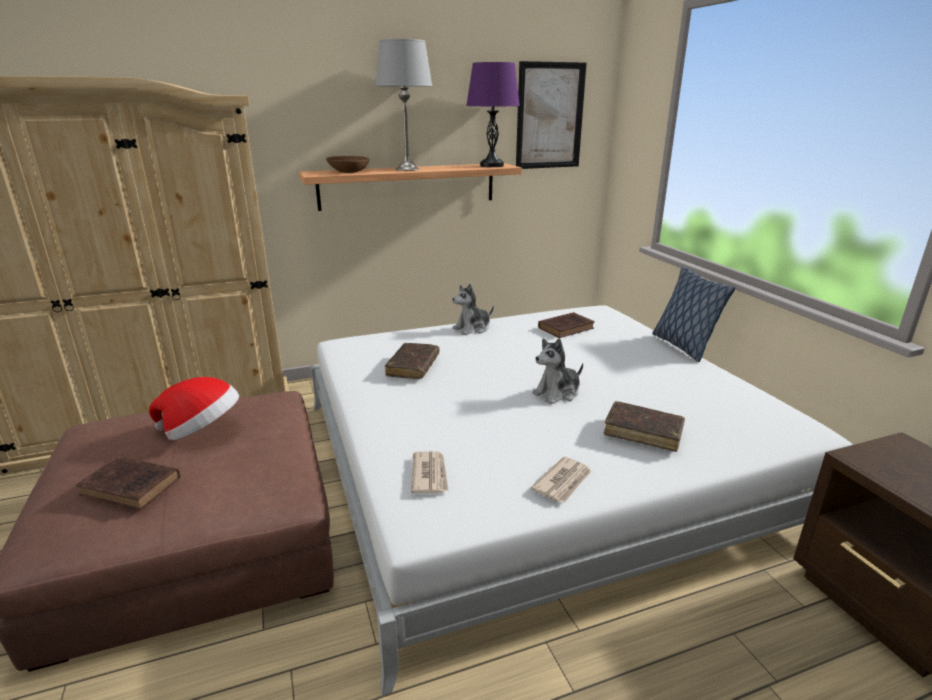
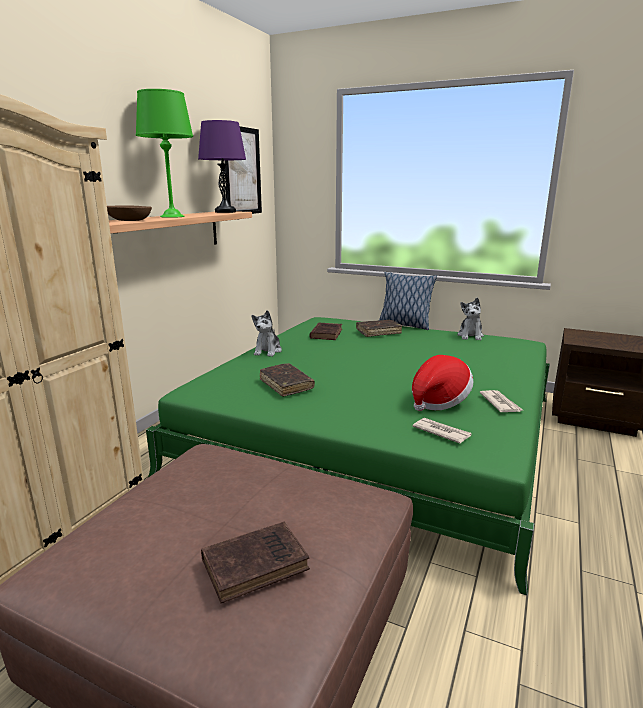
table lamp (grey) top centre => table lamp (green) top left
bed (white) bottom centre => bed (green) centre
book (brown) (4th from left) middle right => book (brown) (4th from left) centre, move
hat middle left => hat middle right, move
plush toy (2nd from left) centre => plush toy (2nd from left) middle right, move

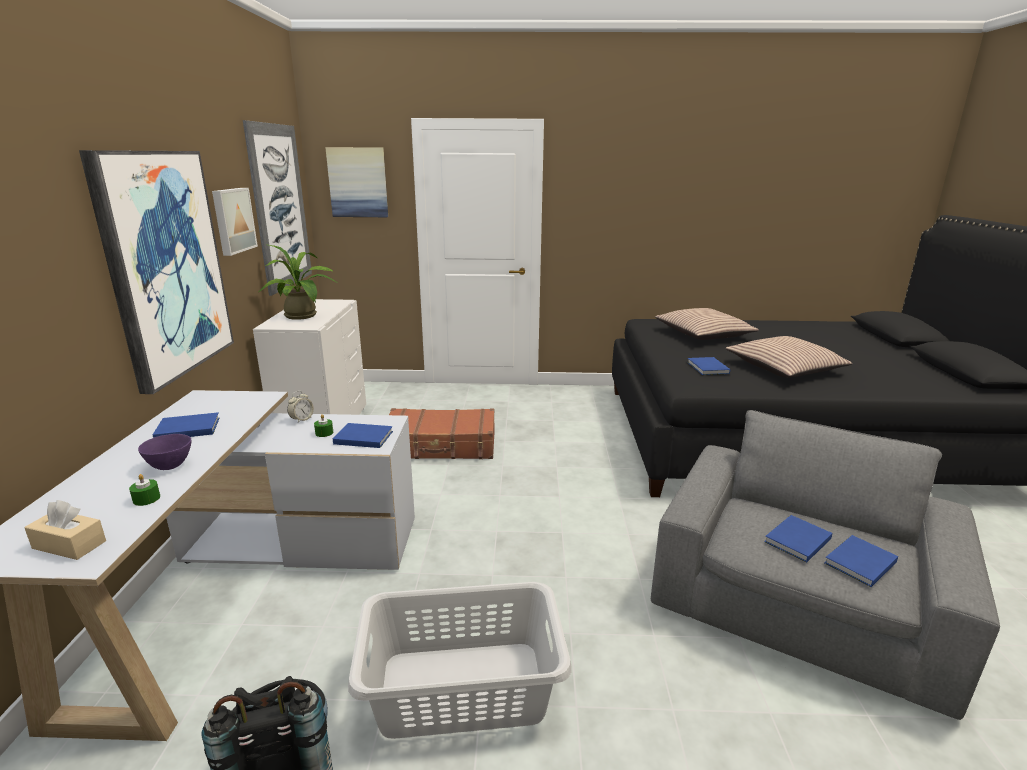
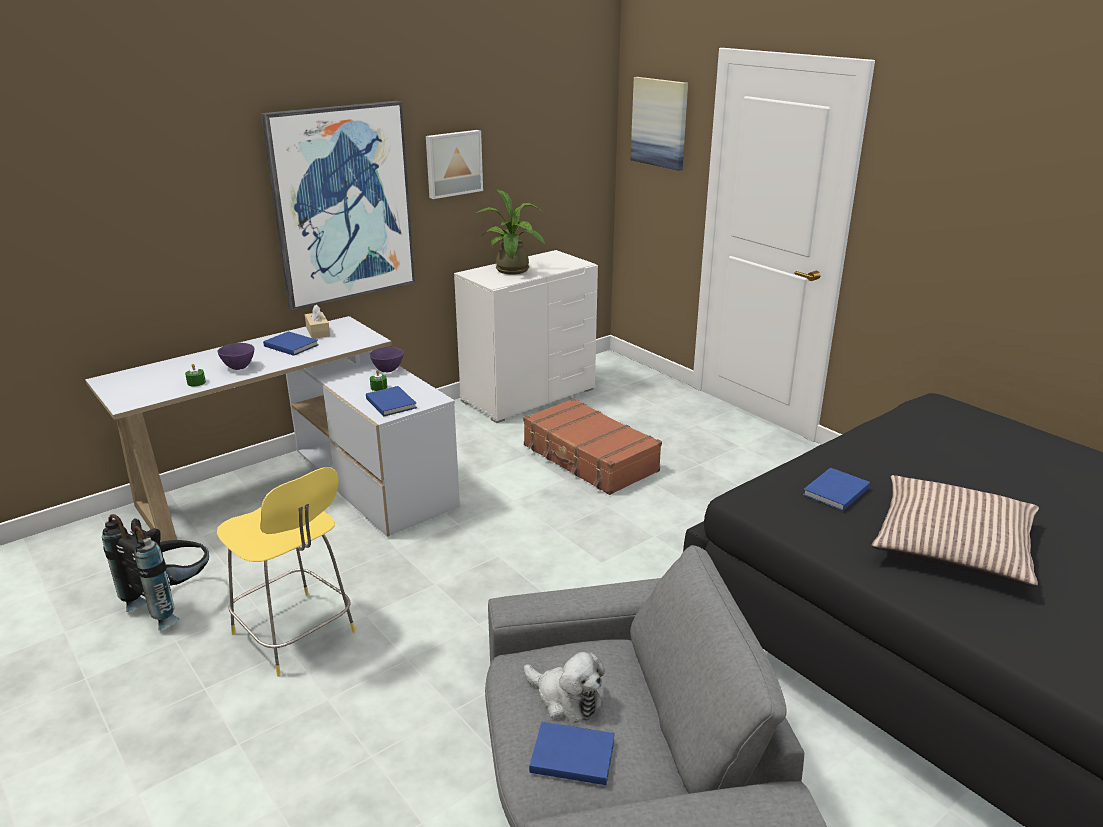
laundry basket (grey) bottom centre => stool (yellow) bottom left
tissue box (beige) bottom left => tissue box (beige) middle left, move
alarm clock middle left => bowl (purple) (2nd from left) centre
book (blue) (4th from left) bottom right => plush toy bottom centre
picture (3rd from left) top left => nothing
pillow (1st from left) middle right => nothing

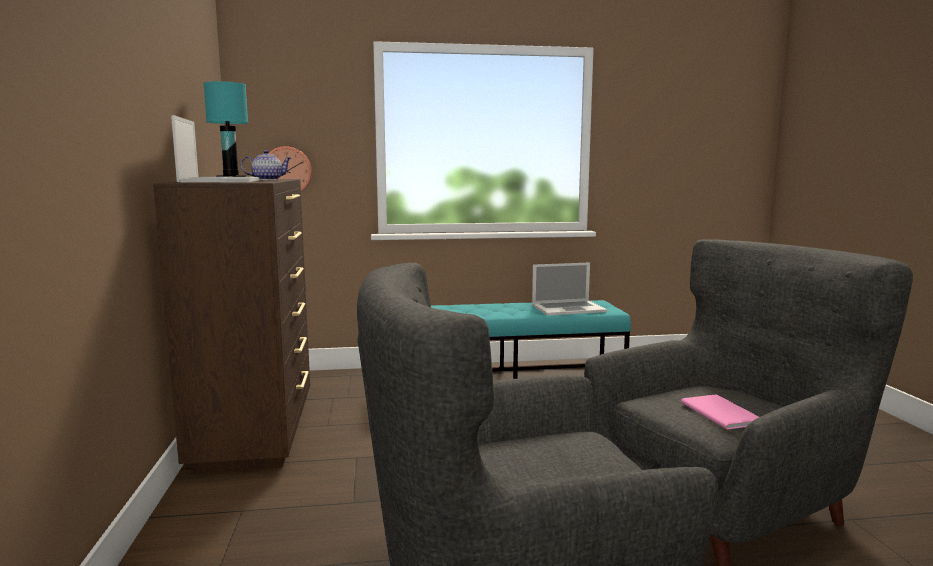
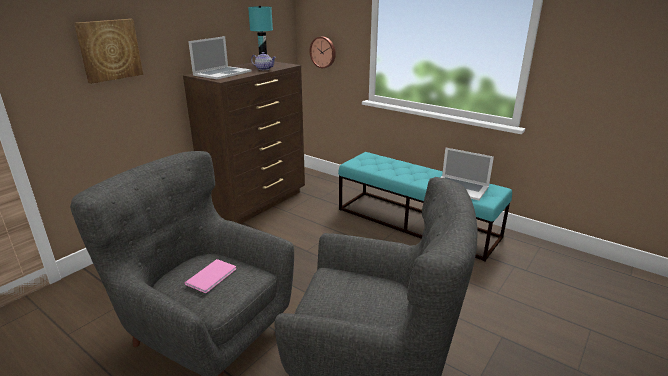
nothing => picture top left
book (pink) bottom right => book (pink) bottom left, move

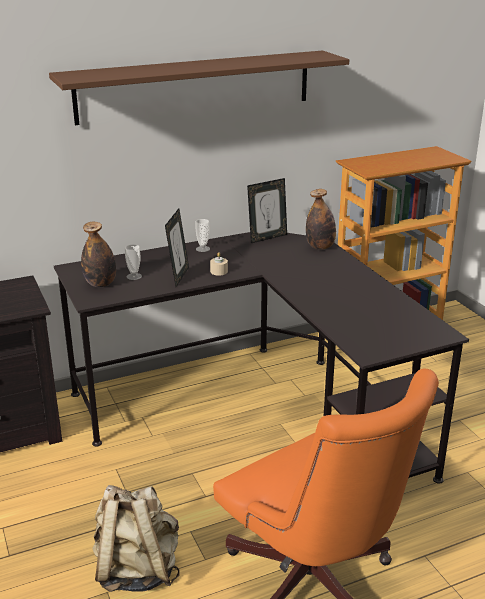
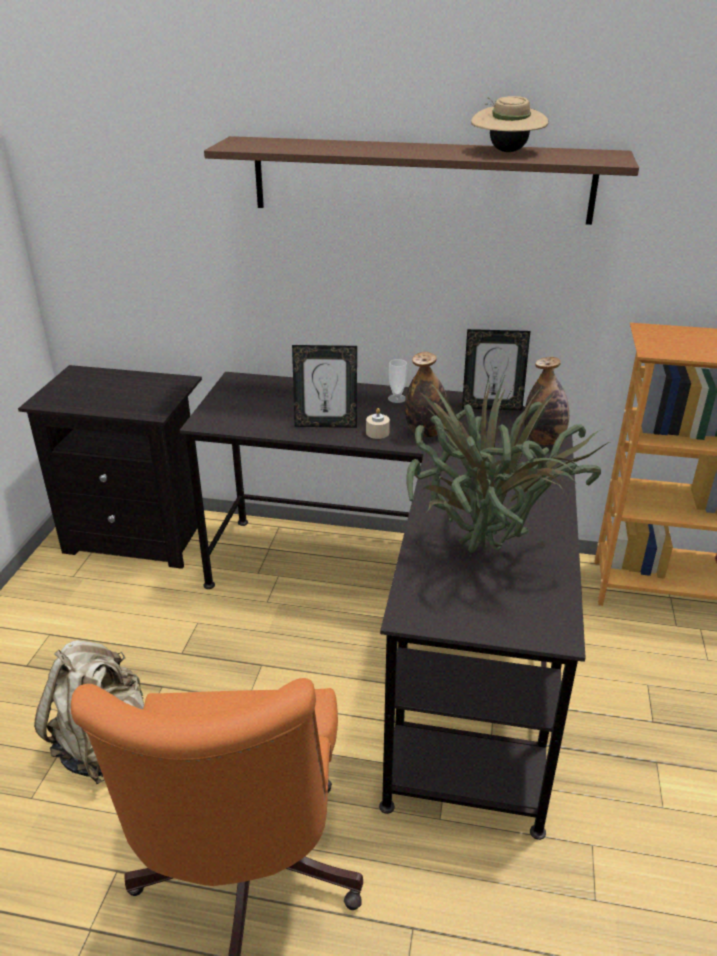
picture frame (1st from left) centre, 45 degrees clockwise
bottle (1st from left) middle left => bottle (1st from left) centre, move
nothing => potted plant middle right
nothing => hat (beige) top right
cup (1st from left) middle left => nothing

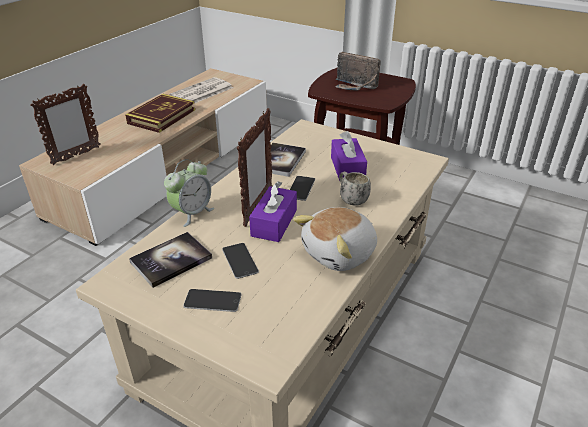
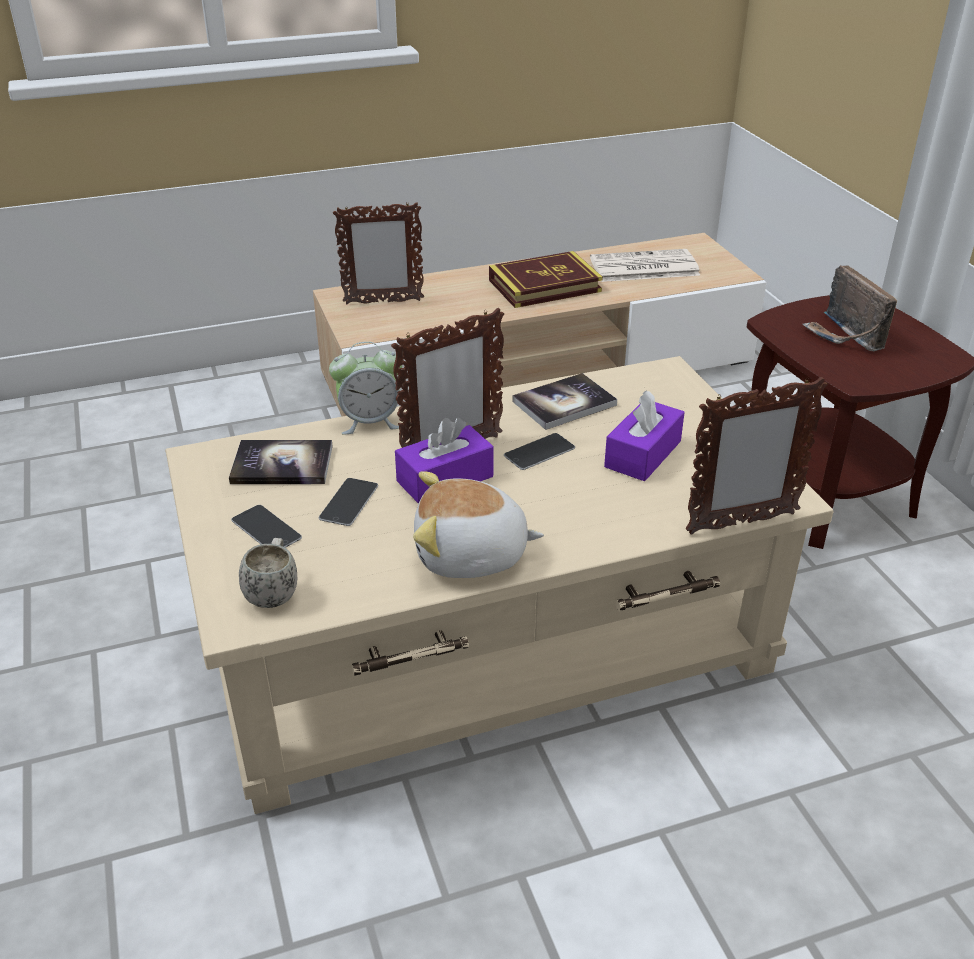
mug (white) centre => mug (white) middle left, move
nothing => picture frame (3rd from left) middle right

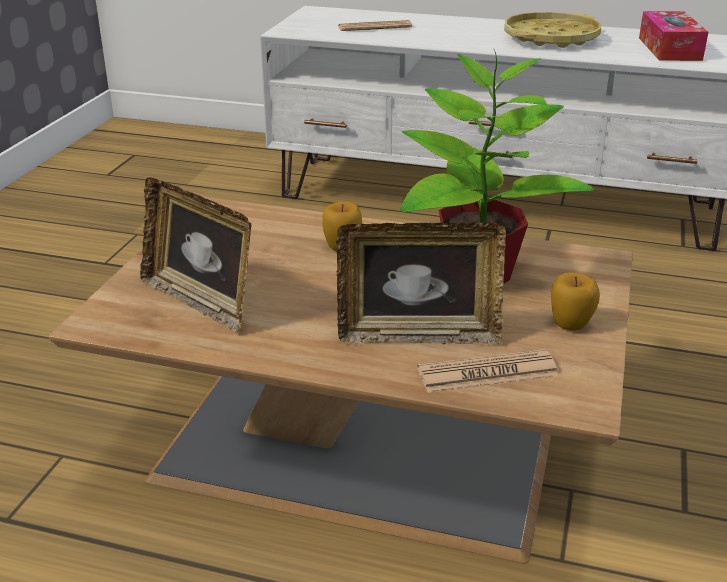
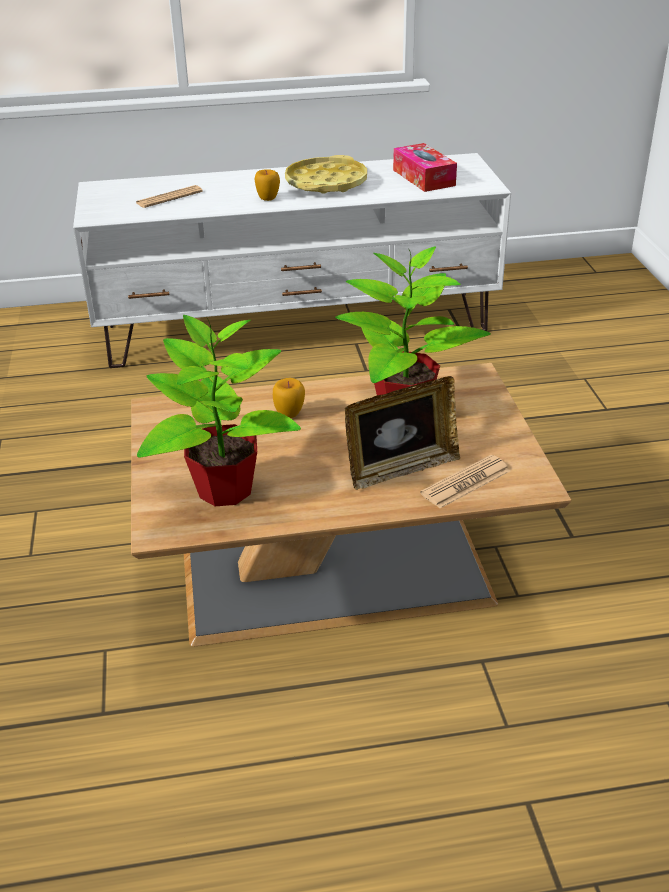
picture frame (1st from left) middle left => potted plant (1st from left) middle left
apple (2nd from left in the first image) middle right => apple (1st from left) top centre, move

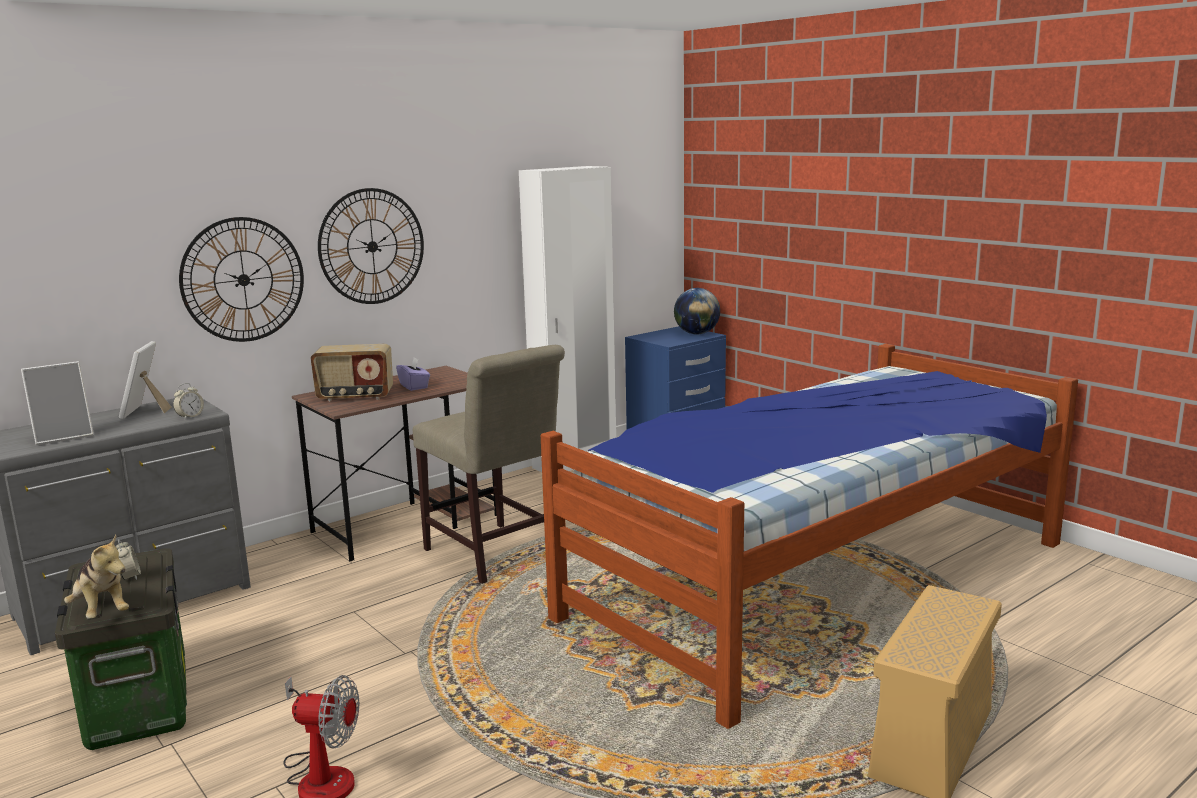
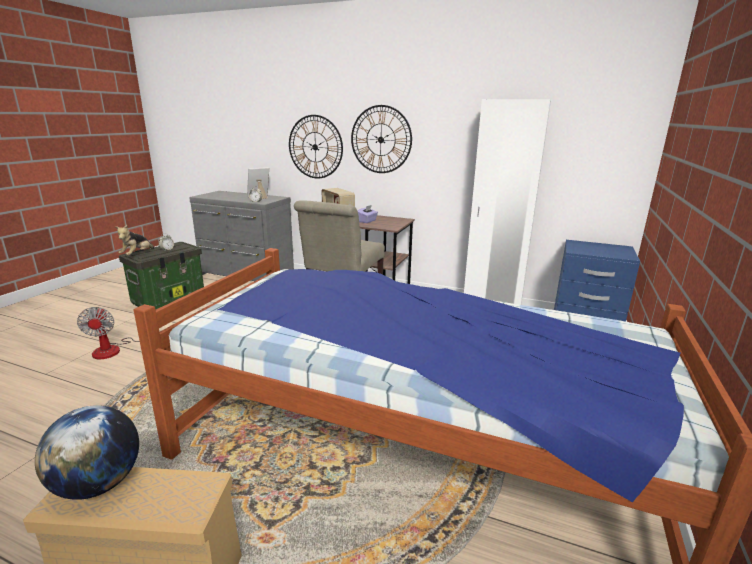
globe centre => globe bottom left, move
picture frame (1st from left) middle left => nothing

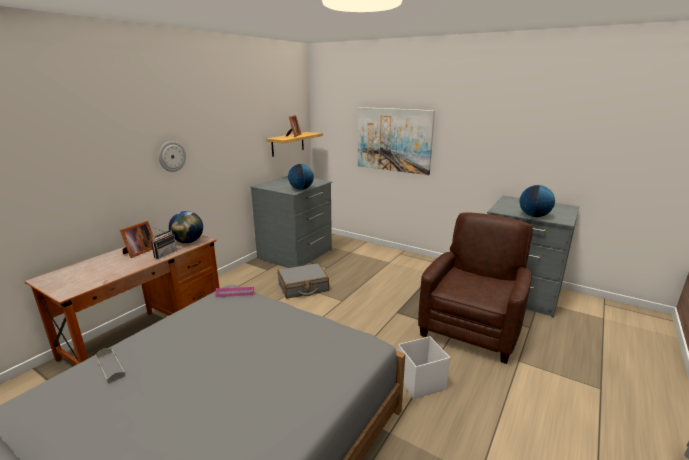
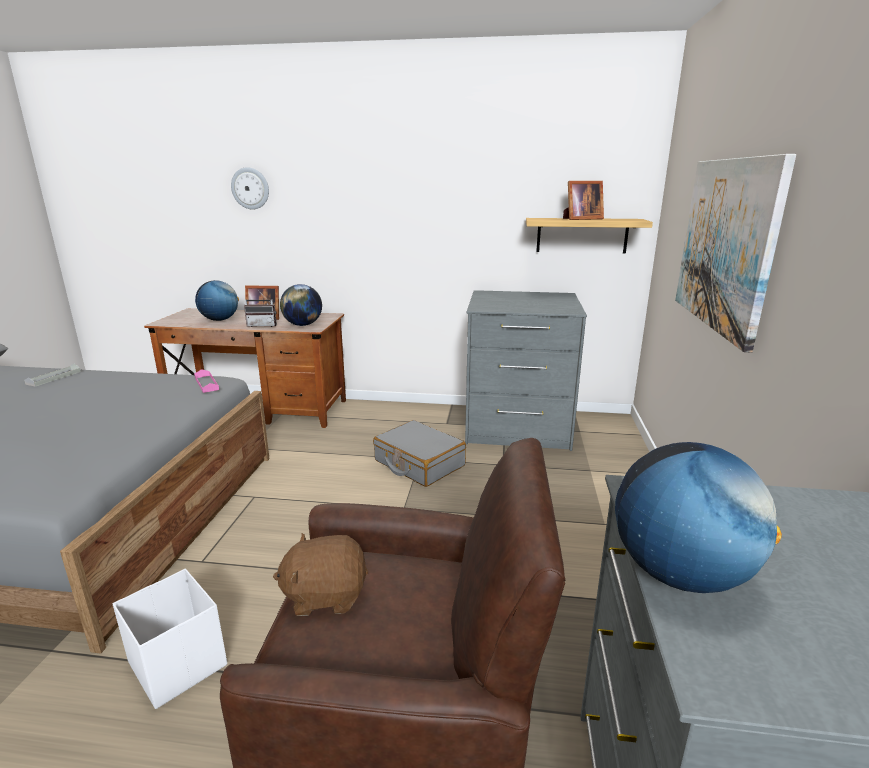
globe (2nd from left in the first image) centre => globe (1st from left) middle left, move
wall clock middle left => wall clock top left, move
nothing => plush toy (brown) bottom centre

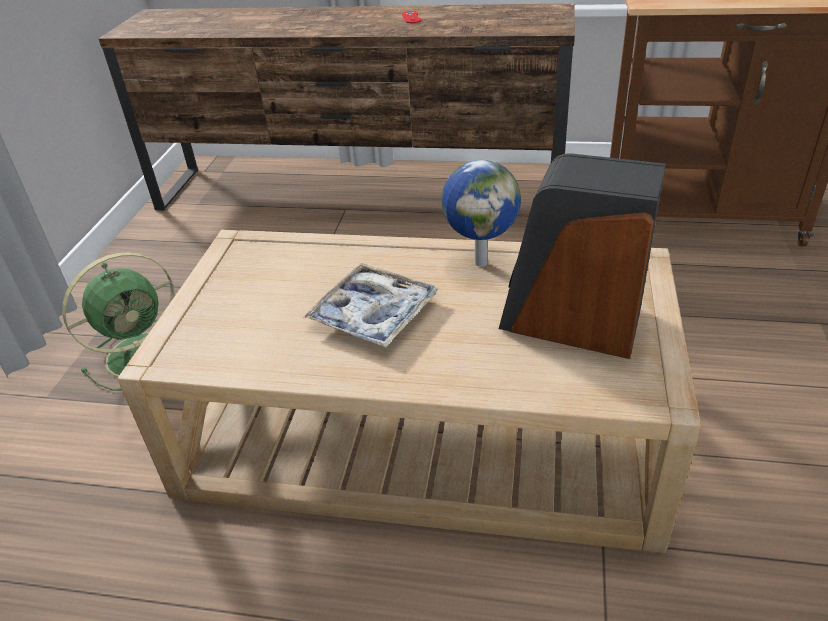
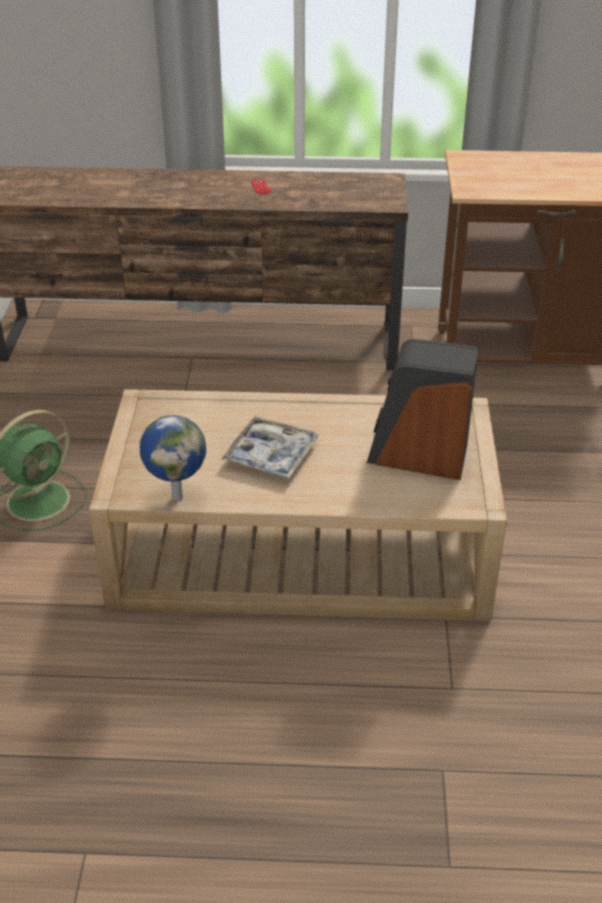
globe centre => globe middle left, move

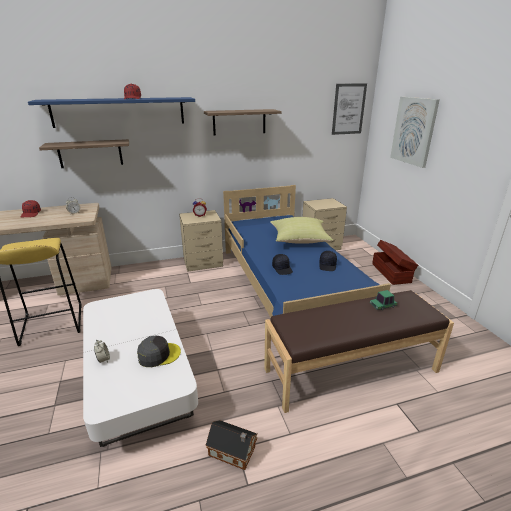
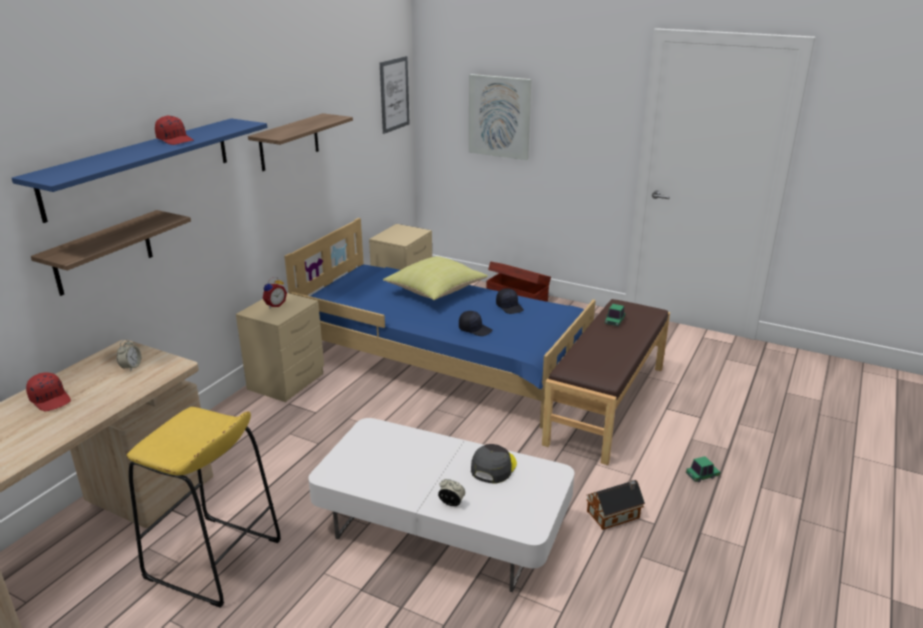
nothing => toy car (2nd from left) bottom right

